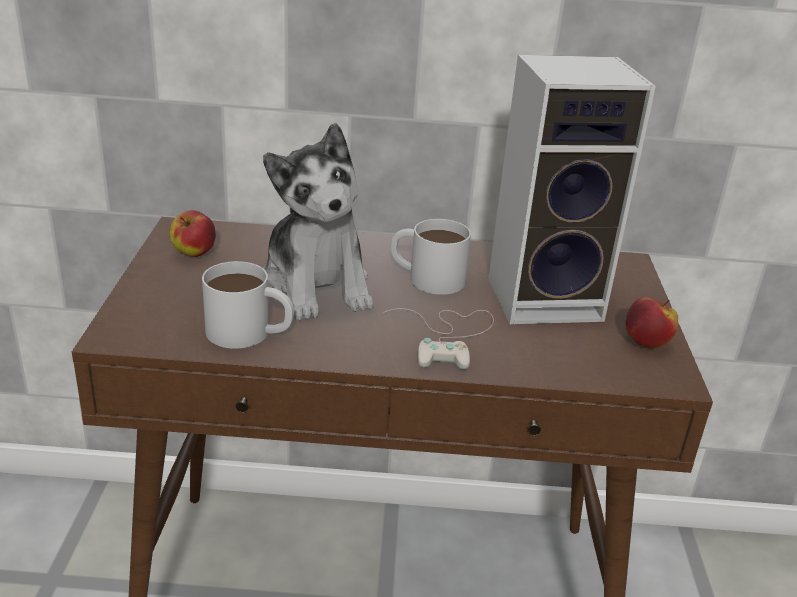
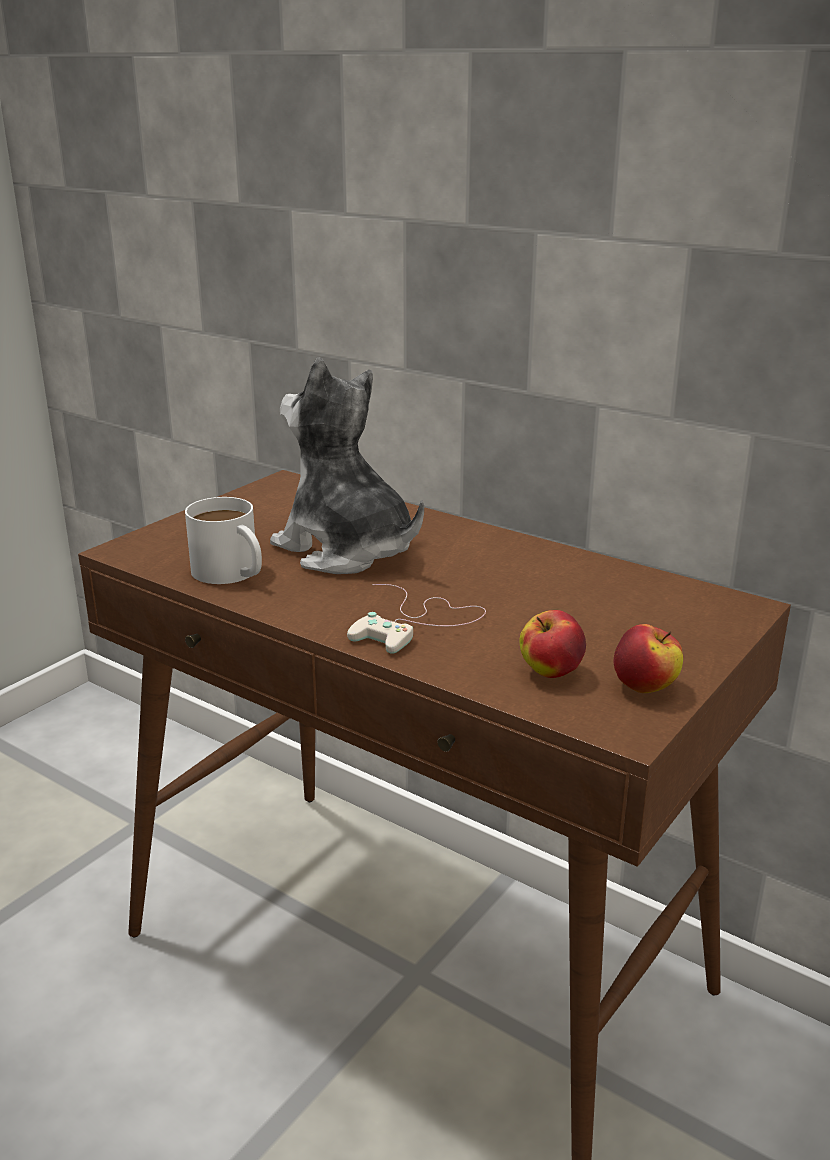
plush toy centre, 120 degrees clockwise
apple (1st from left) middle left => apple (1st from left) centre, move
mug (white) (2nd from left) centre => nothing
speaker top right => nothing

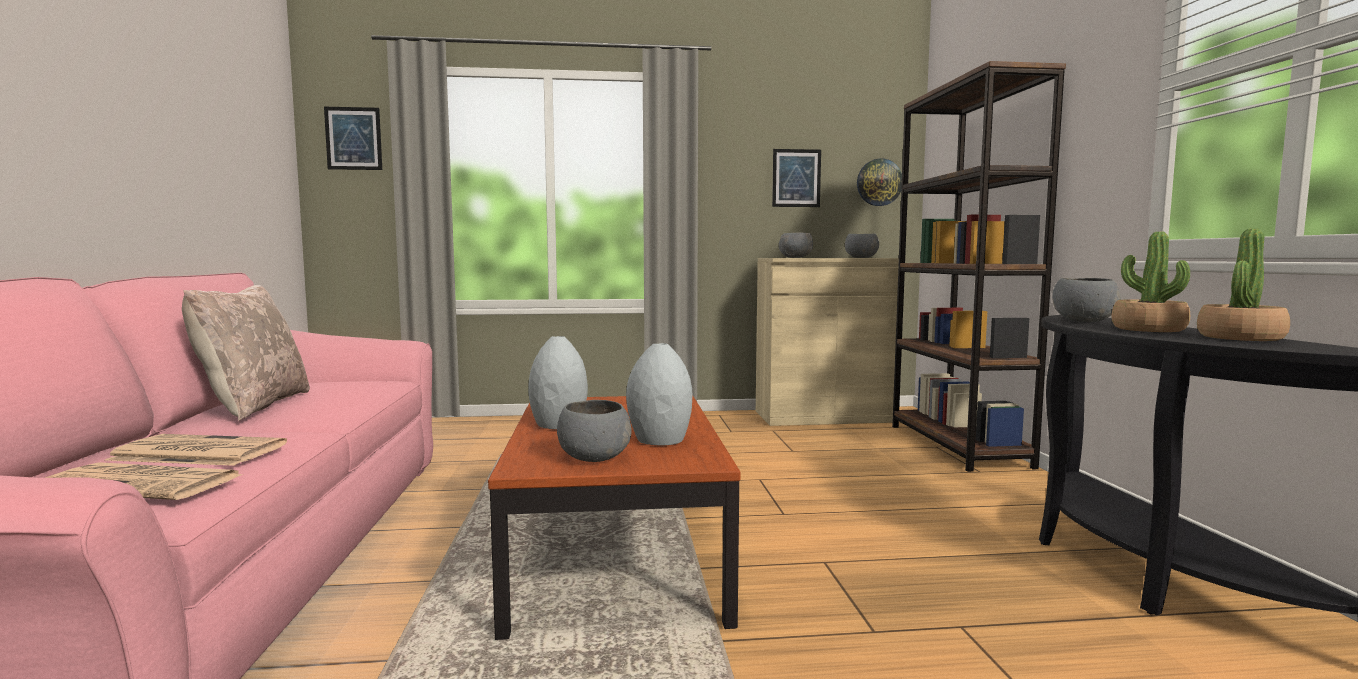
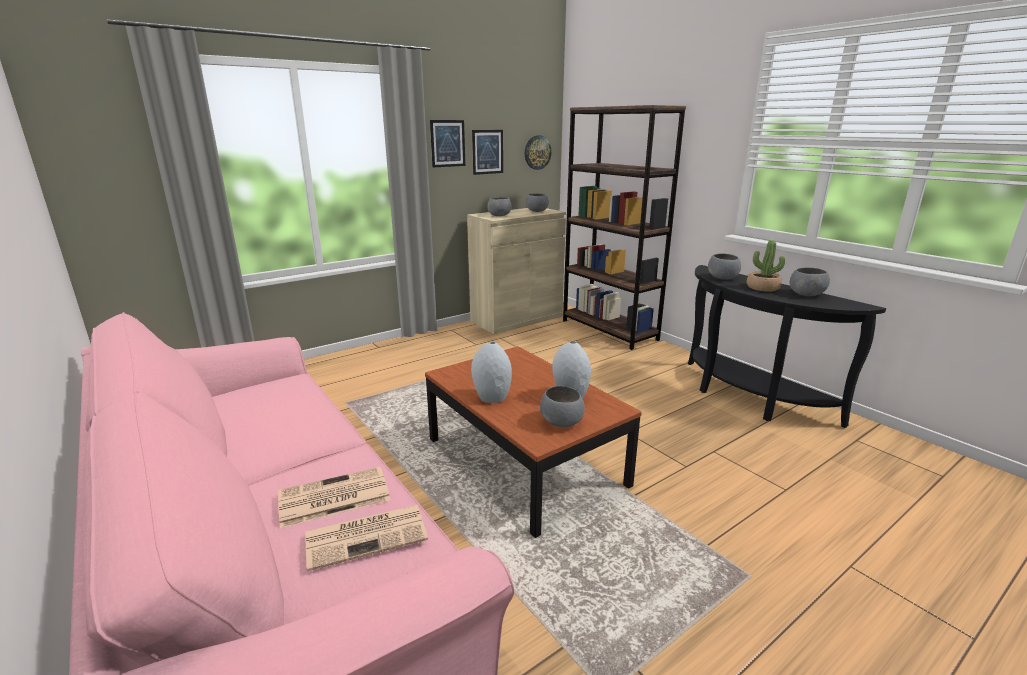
picture (1st from left) top left => picture (1st from left) top centre, move
potted plant (2nd from left) middle right => bowl (grey) (5th from left) middle right
pillow (beige) middle left => nothing

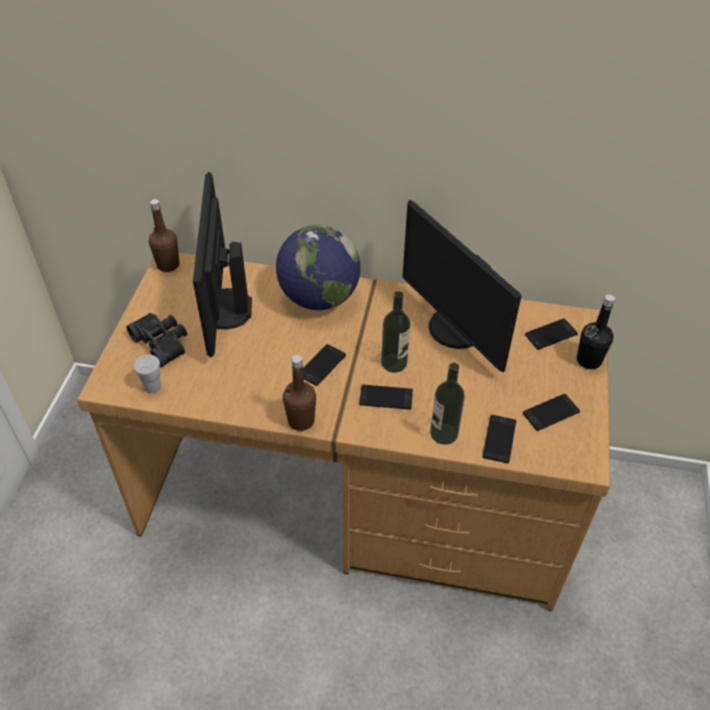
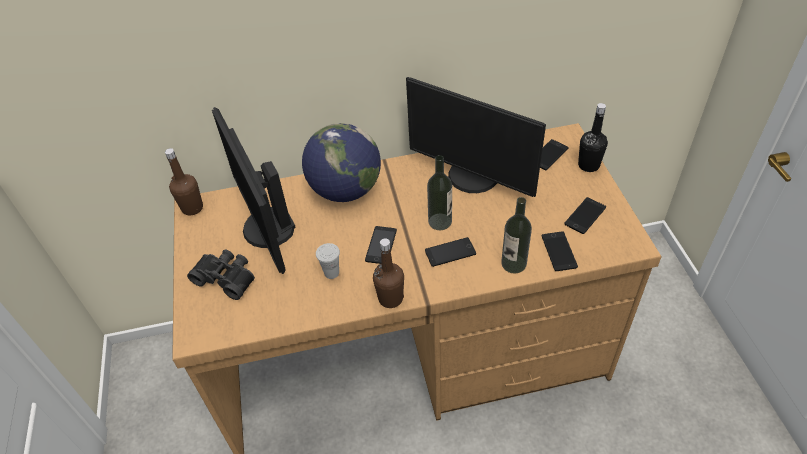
cup (white) middle left => cup (white) centre, move

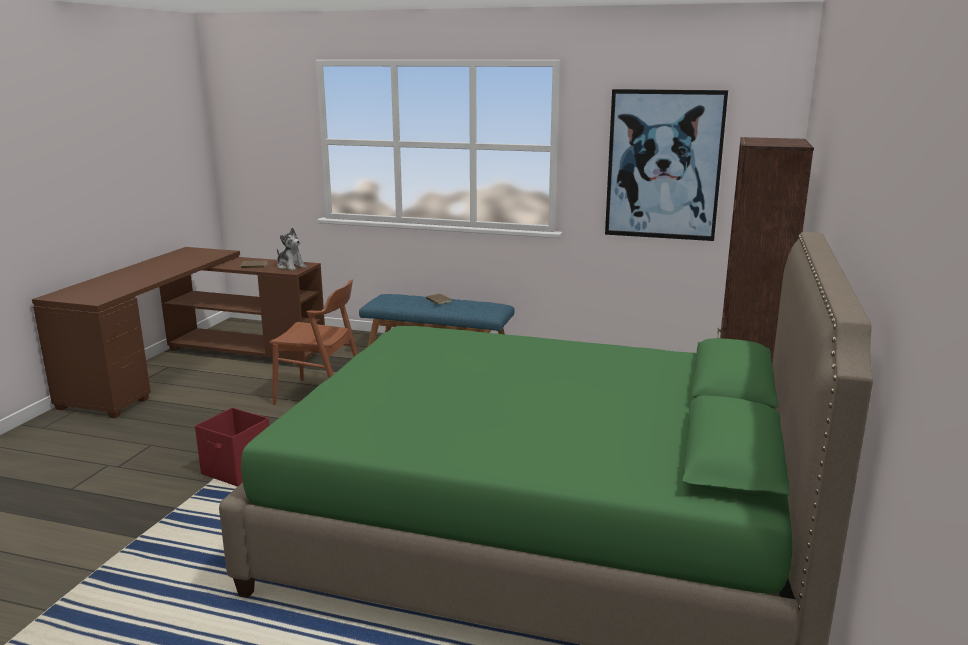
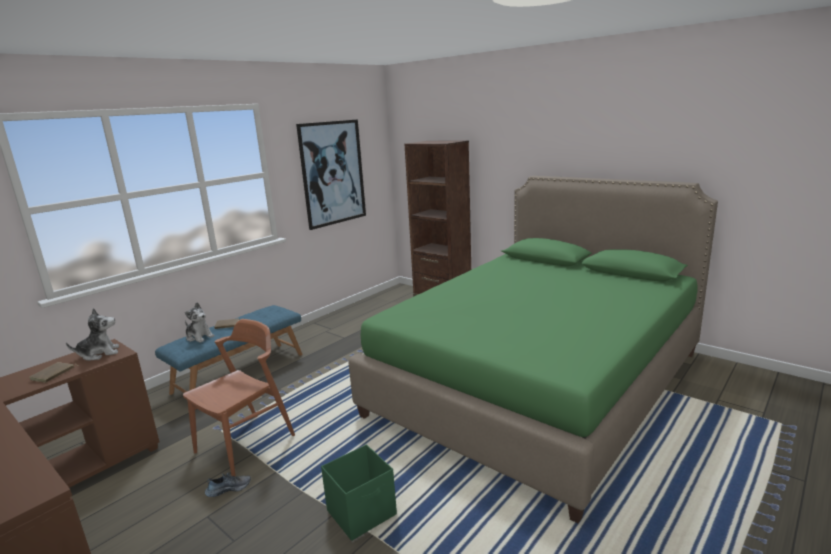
nothing => plush toy (2nd from left) middle left
nothing => shoe bottom left
storage box (red) bottom left => storage box (green) bottom centre

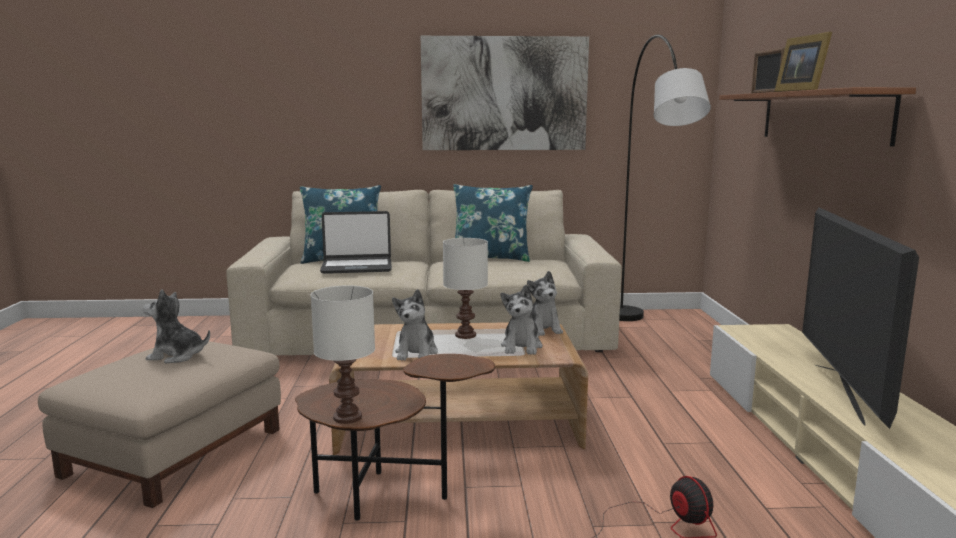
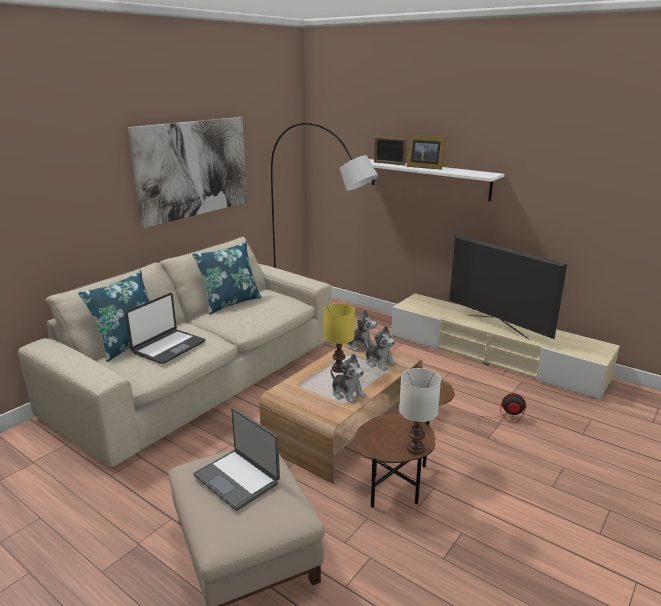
plush toy (1st from left) middle left => laptop (2nd from left) bottom centre
table lamp (white) (2nd from left) centre => table lamp (yellow) centre
shelf (brown) top right => shelf (white) top centre

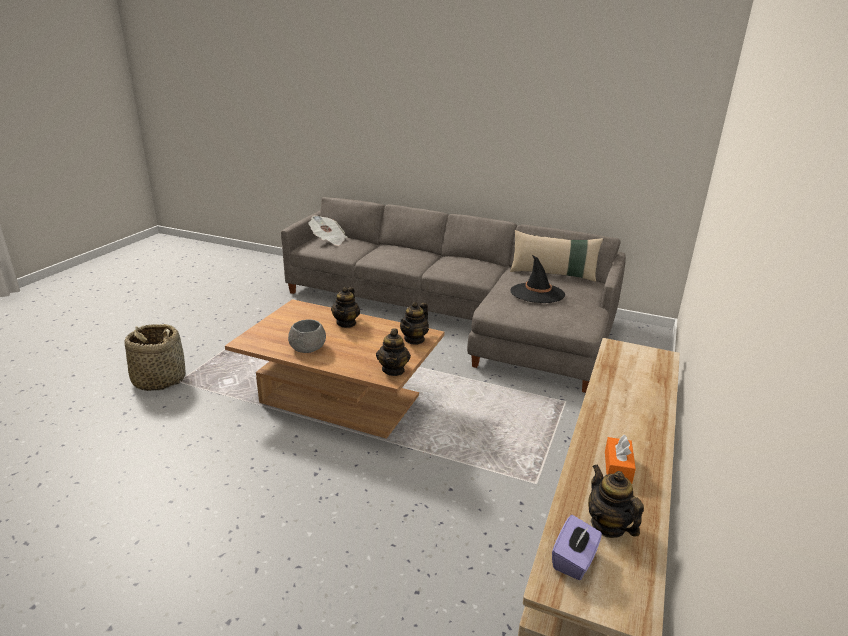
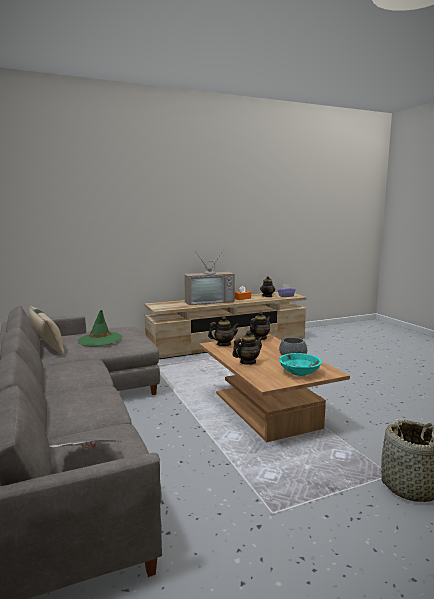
hat (black) centre => hat (green) middle left
nothing => television centre
nothing => bowl (turquoise) middle right

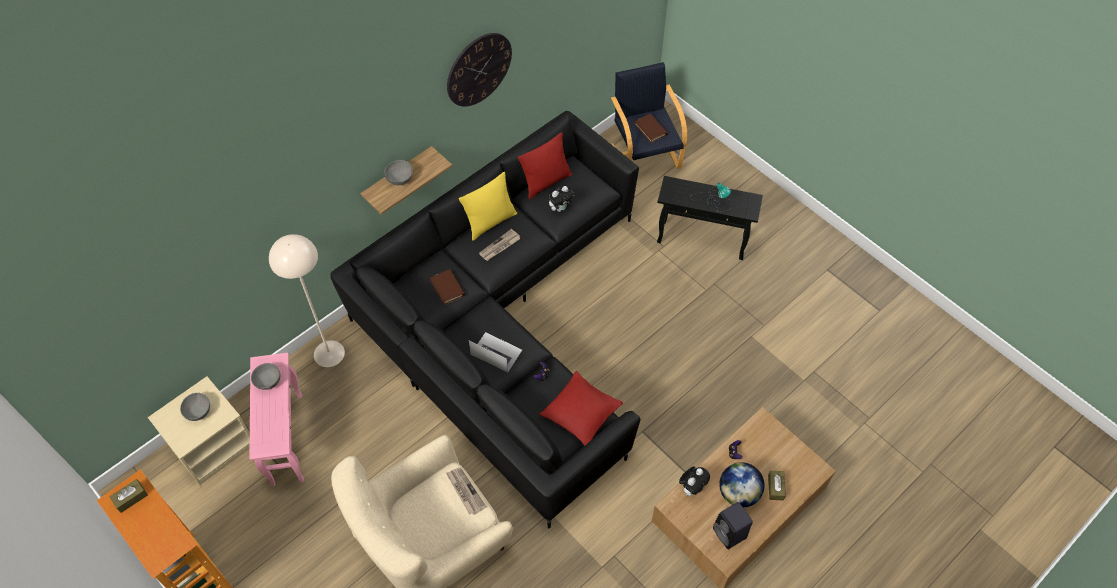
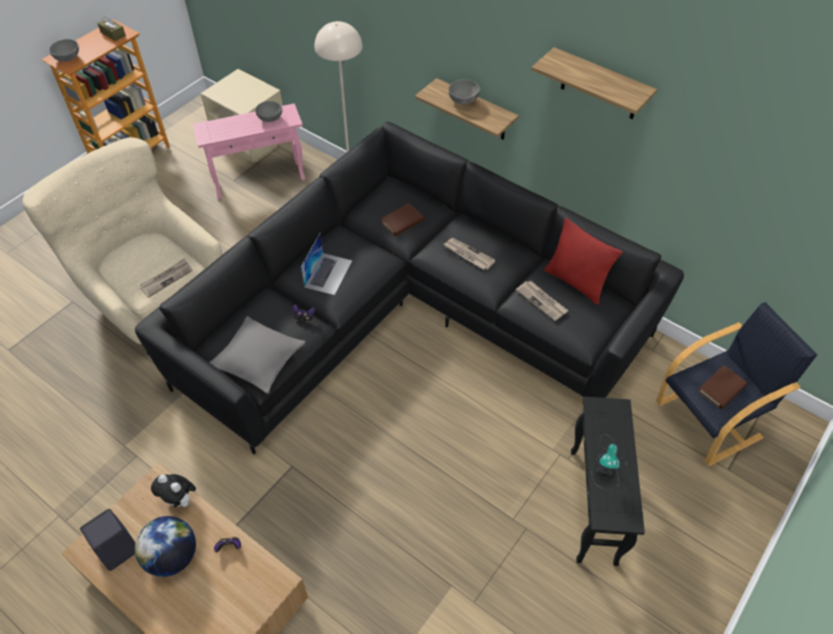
bowl (grey) (1st from left) bottom left => bowl (grey) (1st from left) top left, move
pillow (red) (2nd from left) bottom centre => pillow (grey) middle left
plush toy (1st from left) centre => newspaper (3rd from left) centre
wall clock top centre => shelf (2nd from left) top right
pillow (yellow) centre => nothing
tissue box (brown) (2nd from left) bottom right => nothing

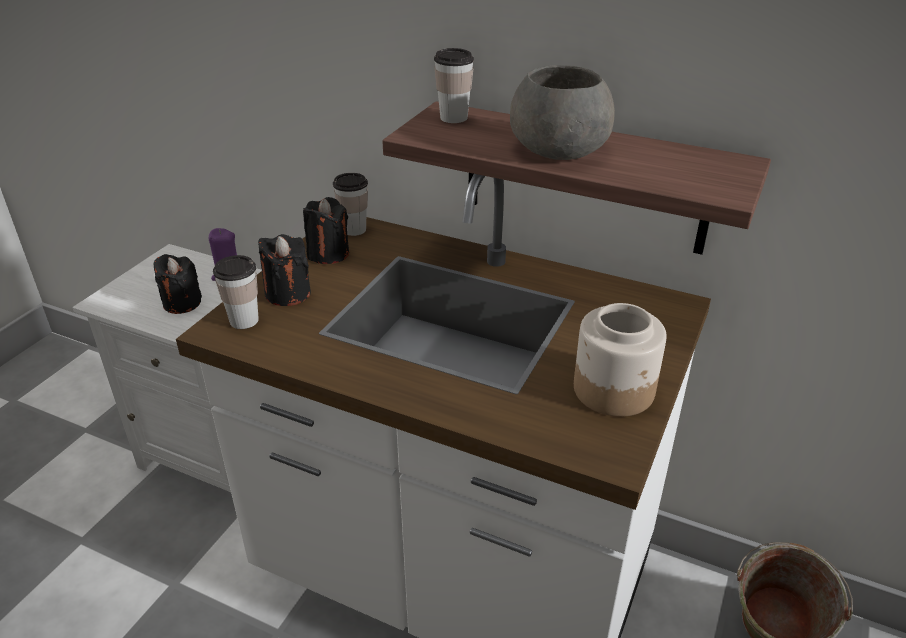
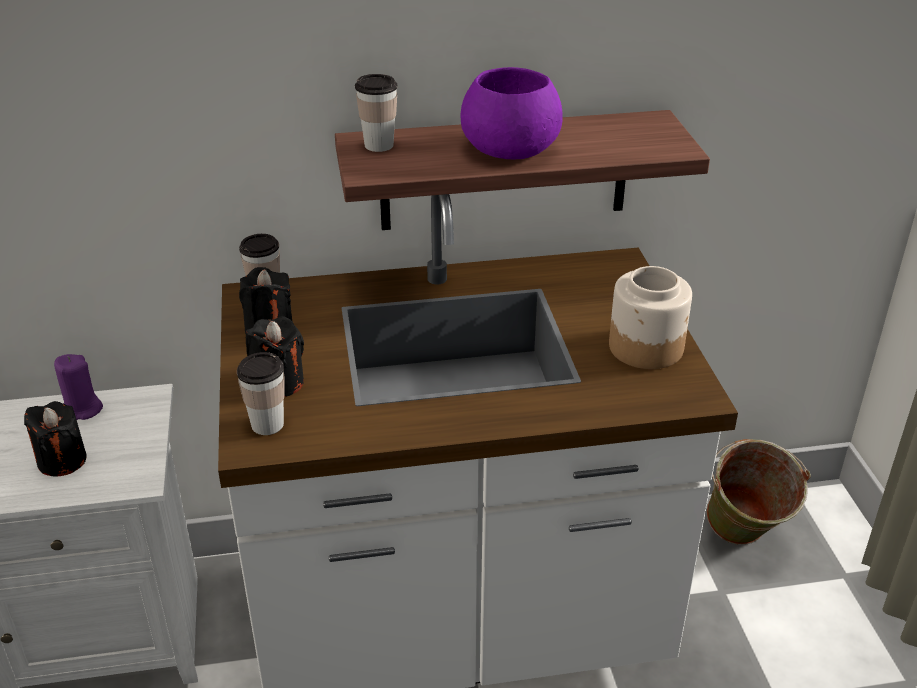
bowl (grey) top centre => bowl (purple) top centre

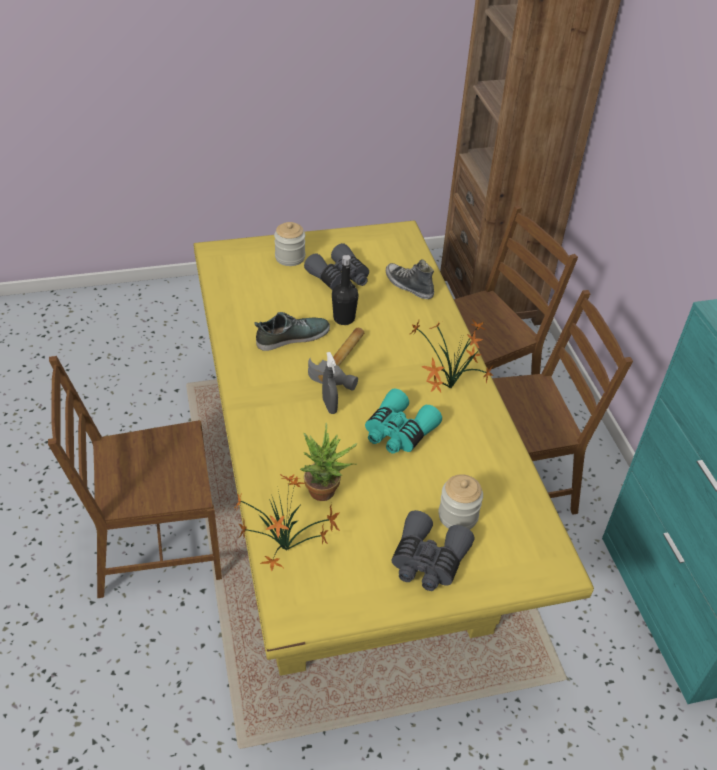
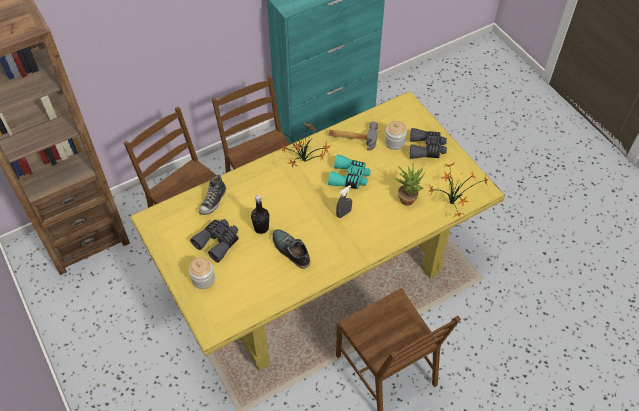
hammer centre => hammer top centre, move

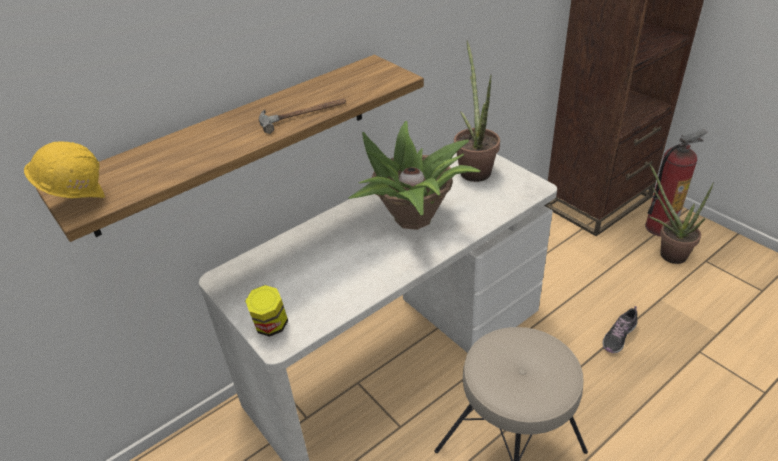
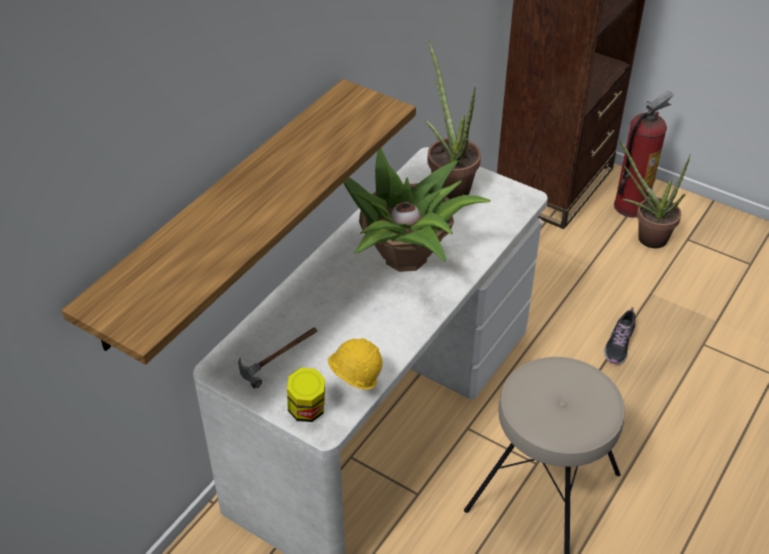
hammer top centre => hammer centre, move
hard hat (yellow) middle left => hard hat (yellow) centre, move

